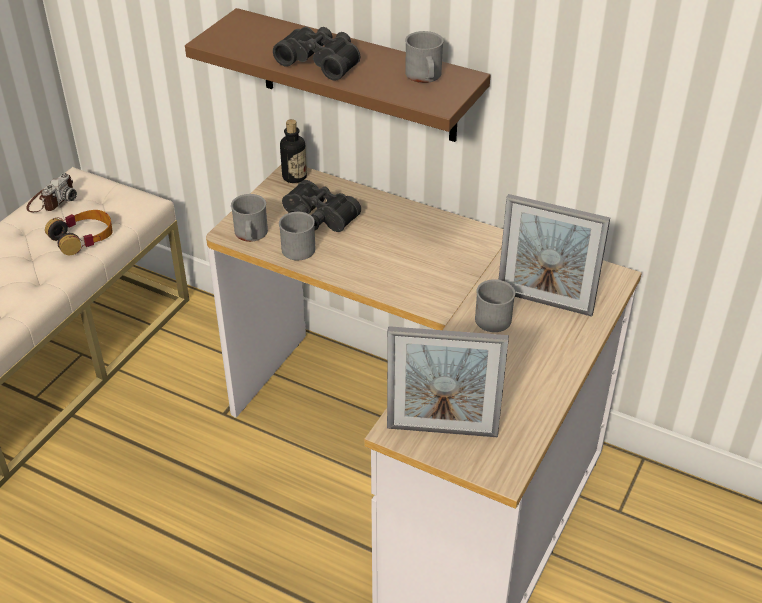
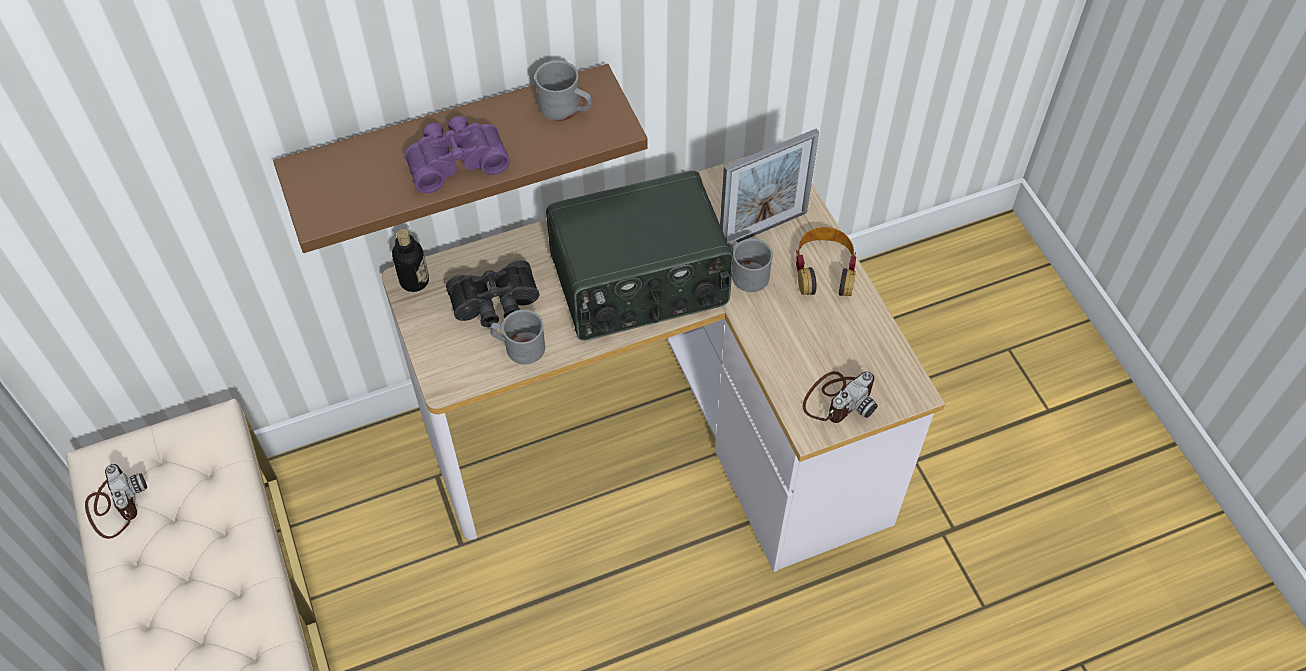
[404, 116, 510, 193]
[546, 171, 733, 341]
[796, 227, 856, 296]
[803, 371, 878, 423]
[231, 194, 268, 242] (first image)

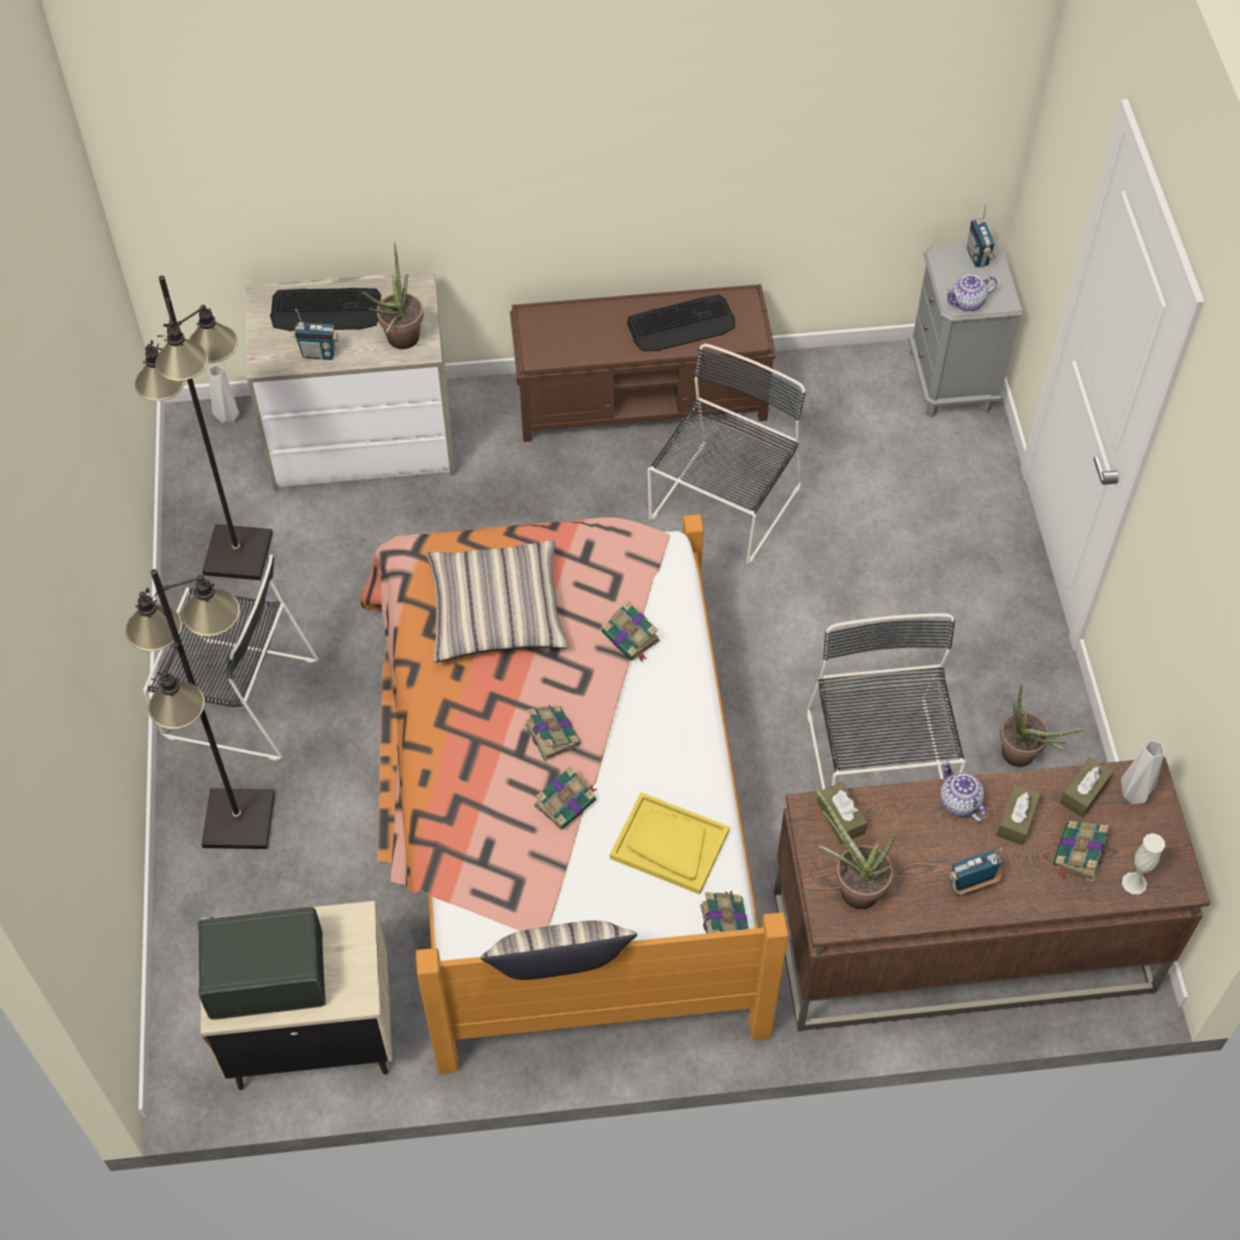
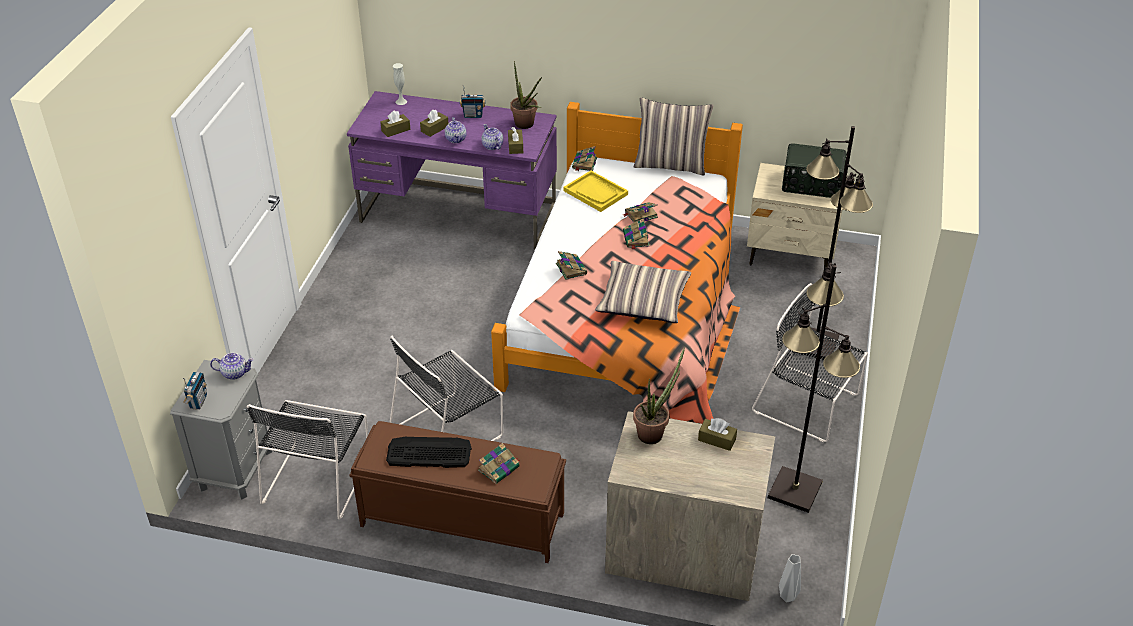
[247, 400, 368, 520]
[347, 91, 557, 249]
[478, 443, 520, 484]
[481, 124, 503, 150]
[698, 418, 737, 451]
[270, 288, 381, 331] (first image)
[1000, 683, 1086, 767] (first image)
[1121, 740, 1164, 804] (first image)

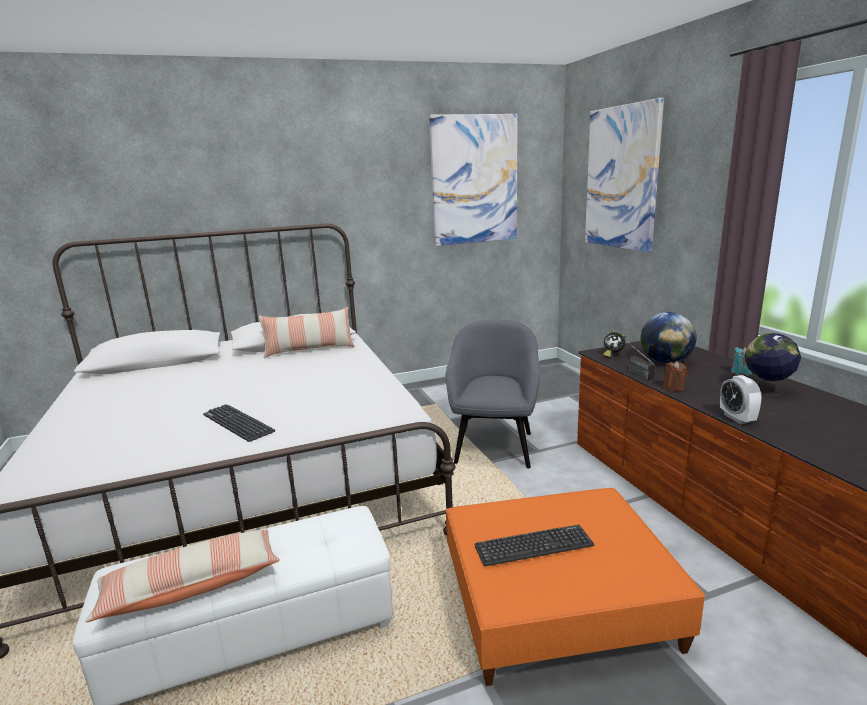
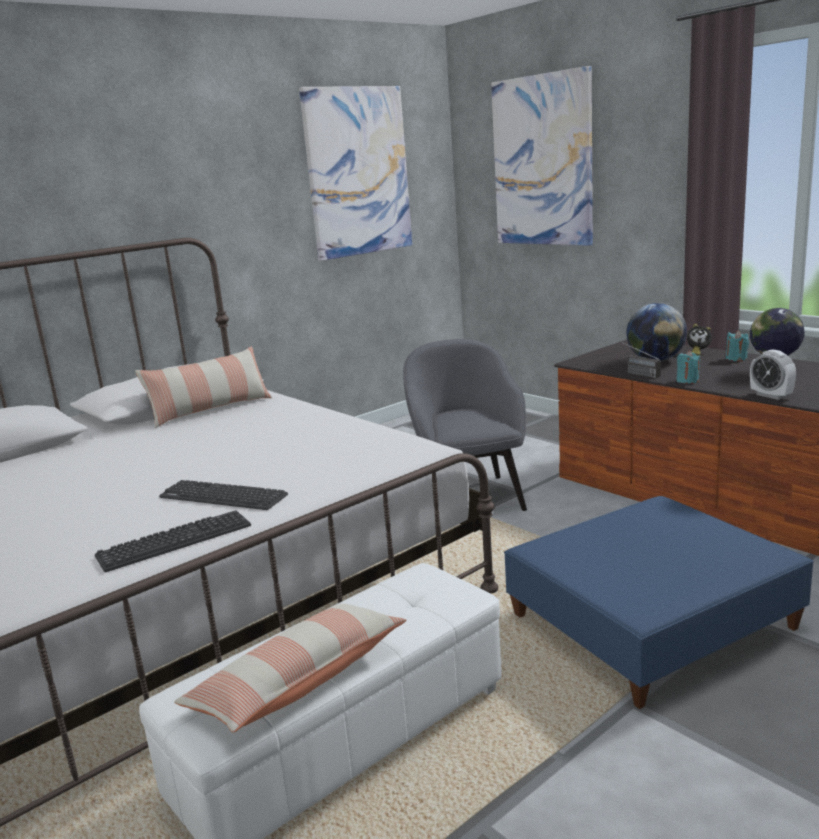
[95, 510, 251, 572]
[504, 496, 814, 709]
[676, 350, 700, 384]
[687, 324, 712, 356]

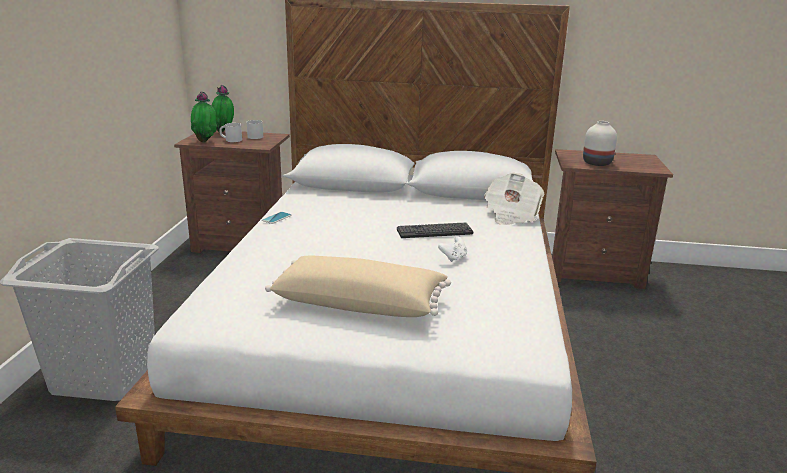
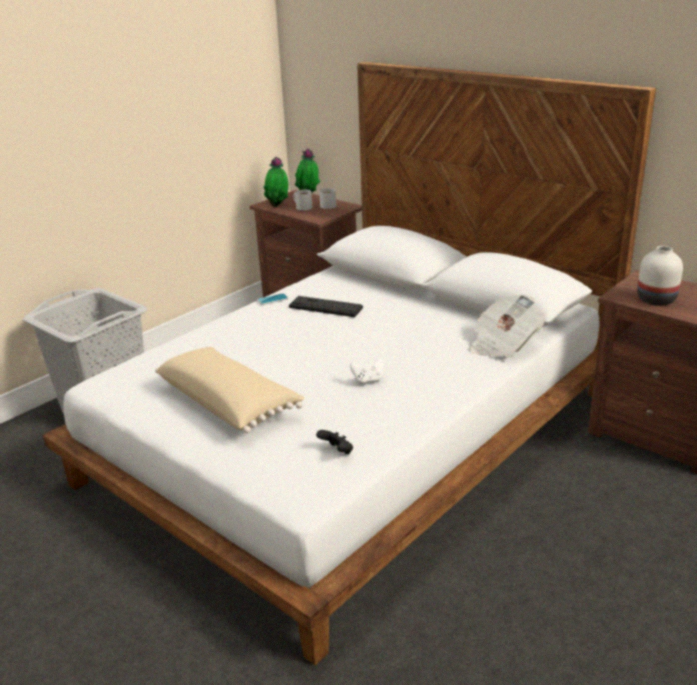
[289, 296, 363, 317]
[316, 430, 353, 454]

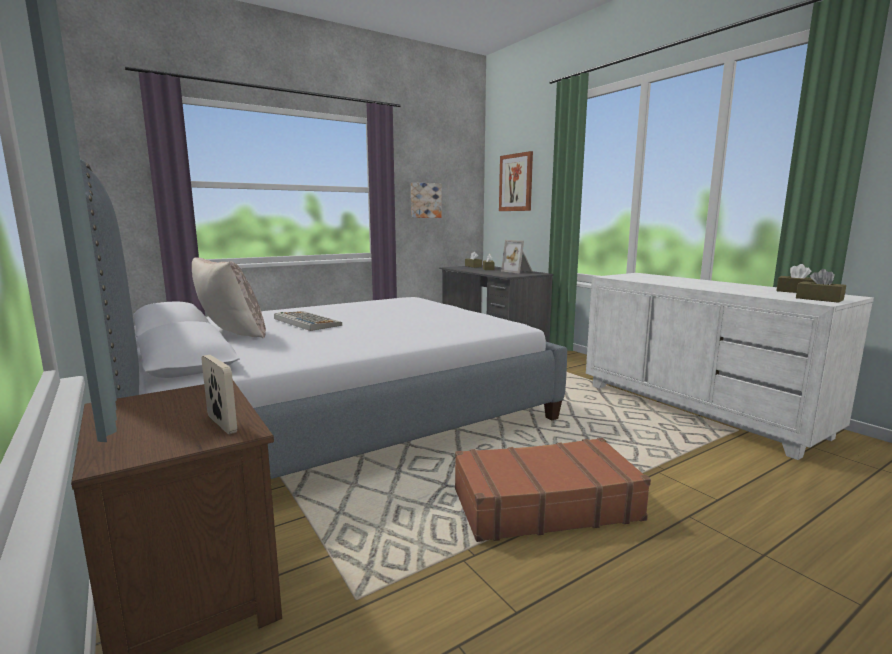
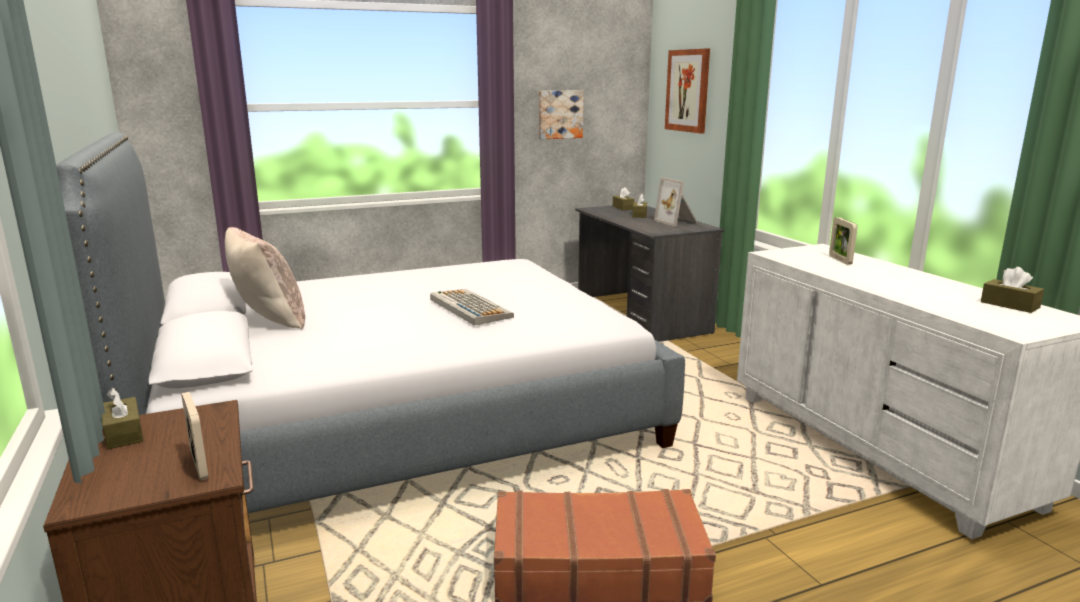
[102, 388, 143, 449]
[430, 289, 514, 326]
[829, 217, 857, 265]

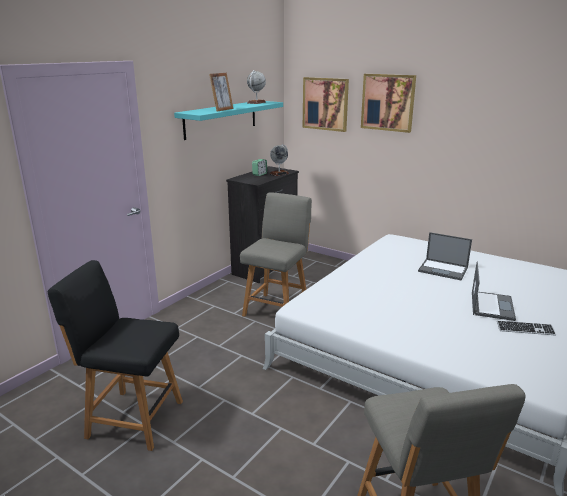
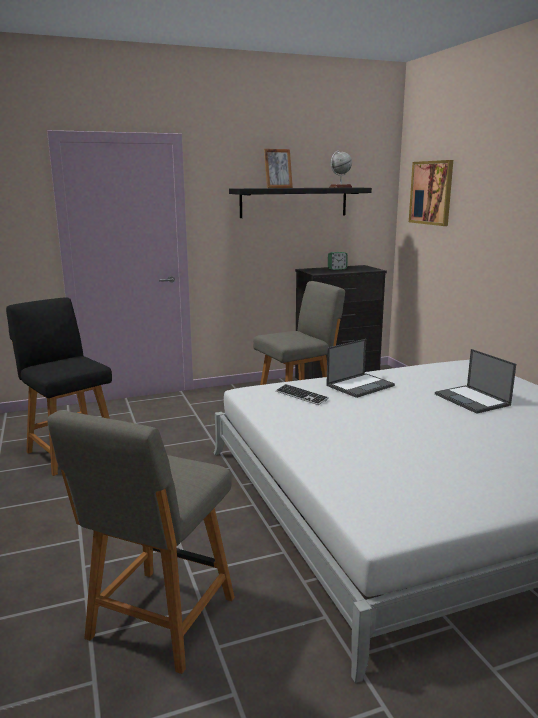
[229, 187, 372, 218]
[276, 384, 329, 405]
[326, 339, 395, 398]
[270, 144, 289, 176] (first image)
[361, 74, 416, 133] (first image)

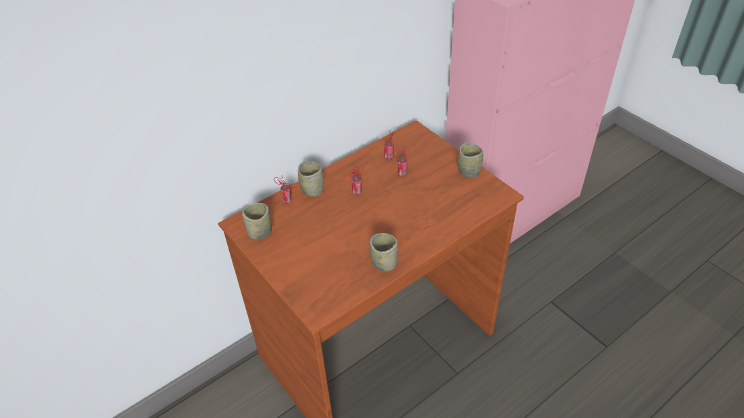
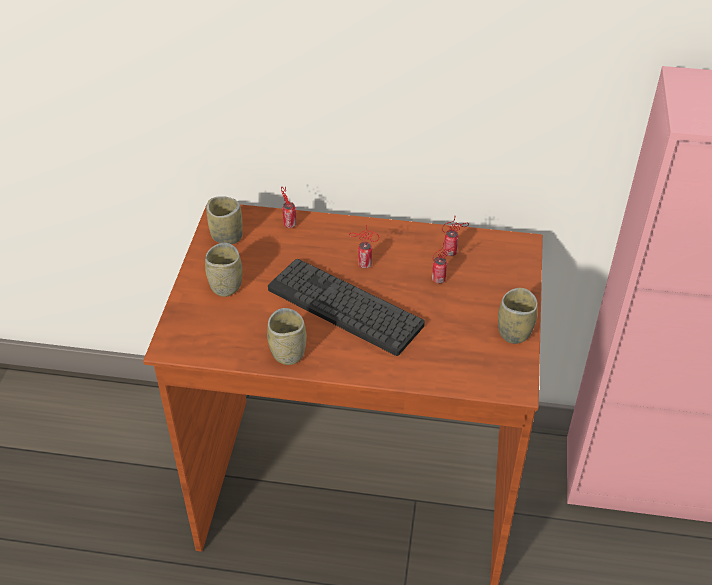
[205, 243, 242, 297]
[268, 259, 425, 356]

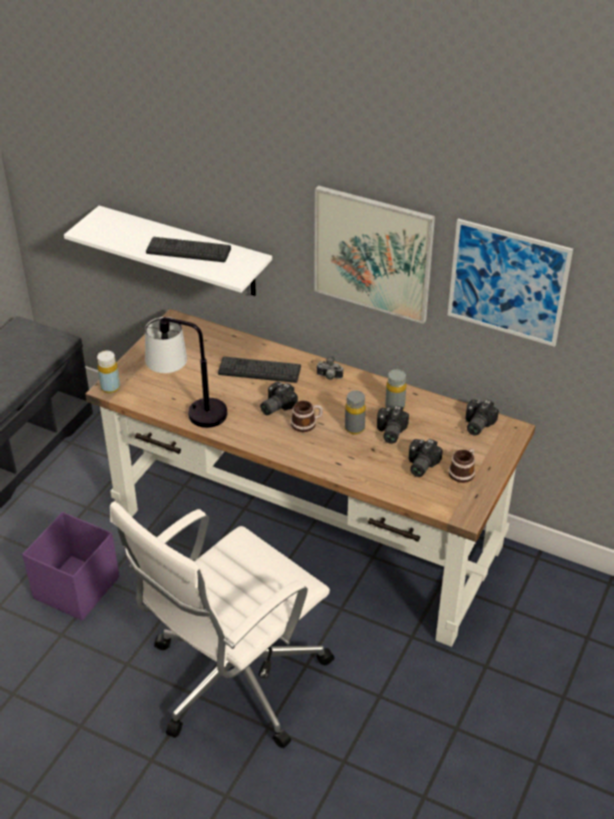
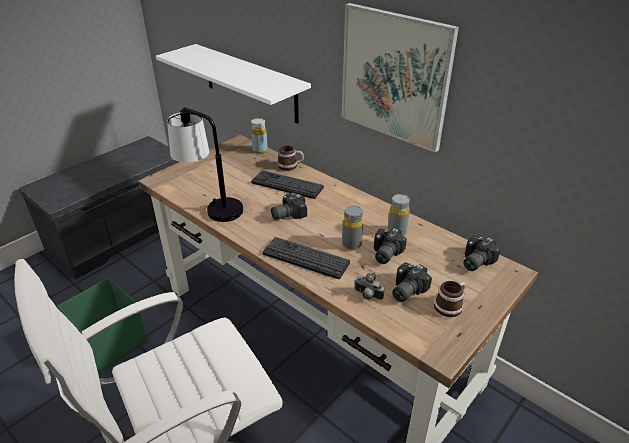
[57, 278, 148, 373]
[251, 118, 268, 154]
[262, 237, 350, 279]
[278, 146, 304, 171]
[355, 273, 384, 300]
[448, 219, 573, 347] (first image)

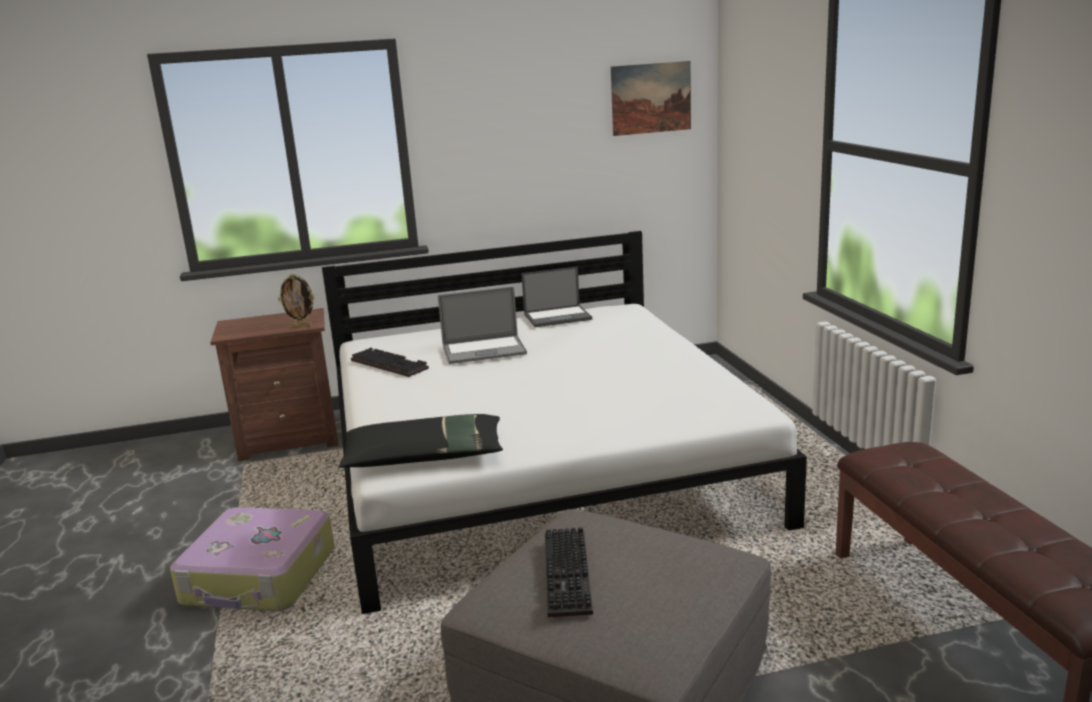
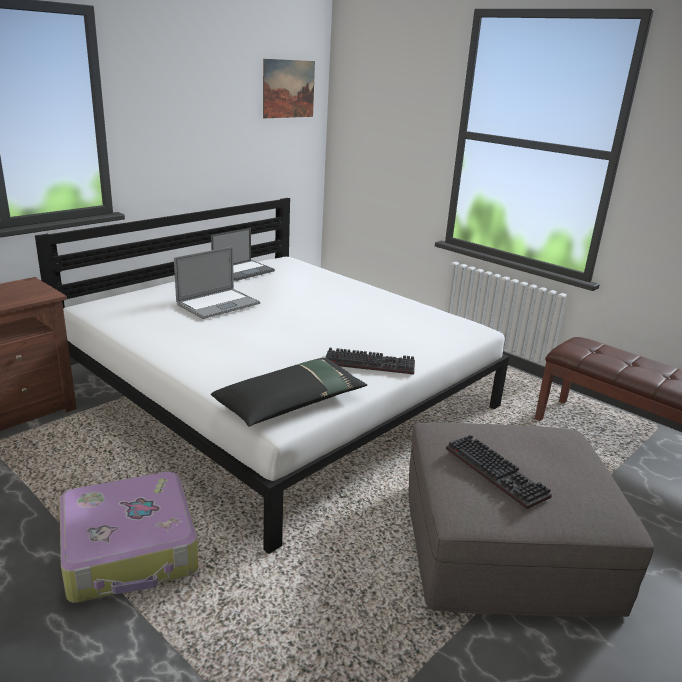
[325, 347, 415, 375]
[278, 274, 315, 328] (first image)

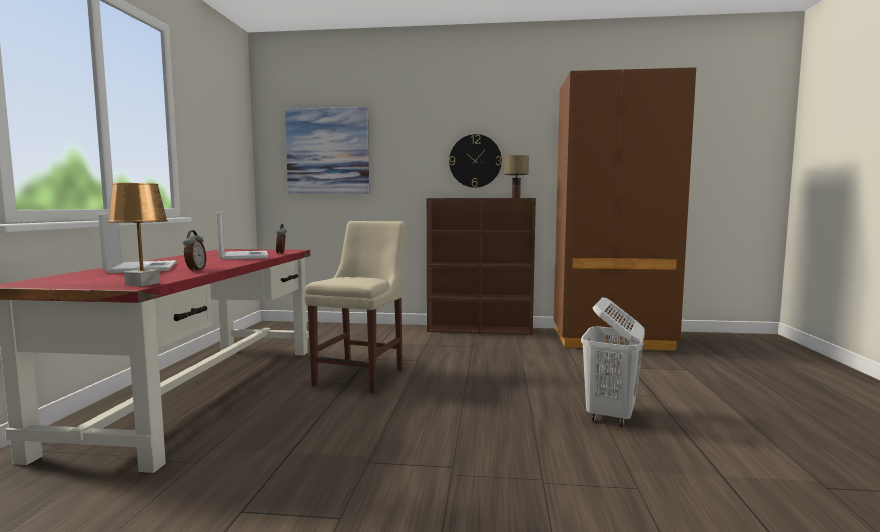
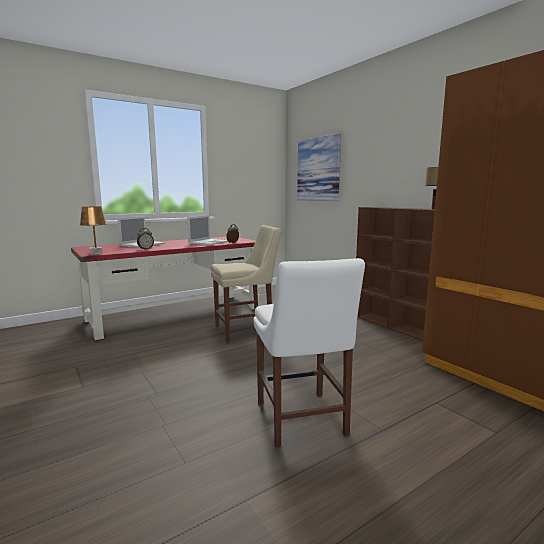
[253, 258, 365, 447]
[449, 134, 502, 188] (first image)

